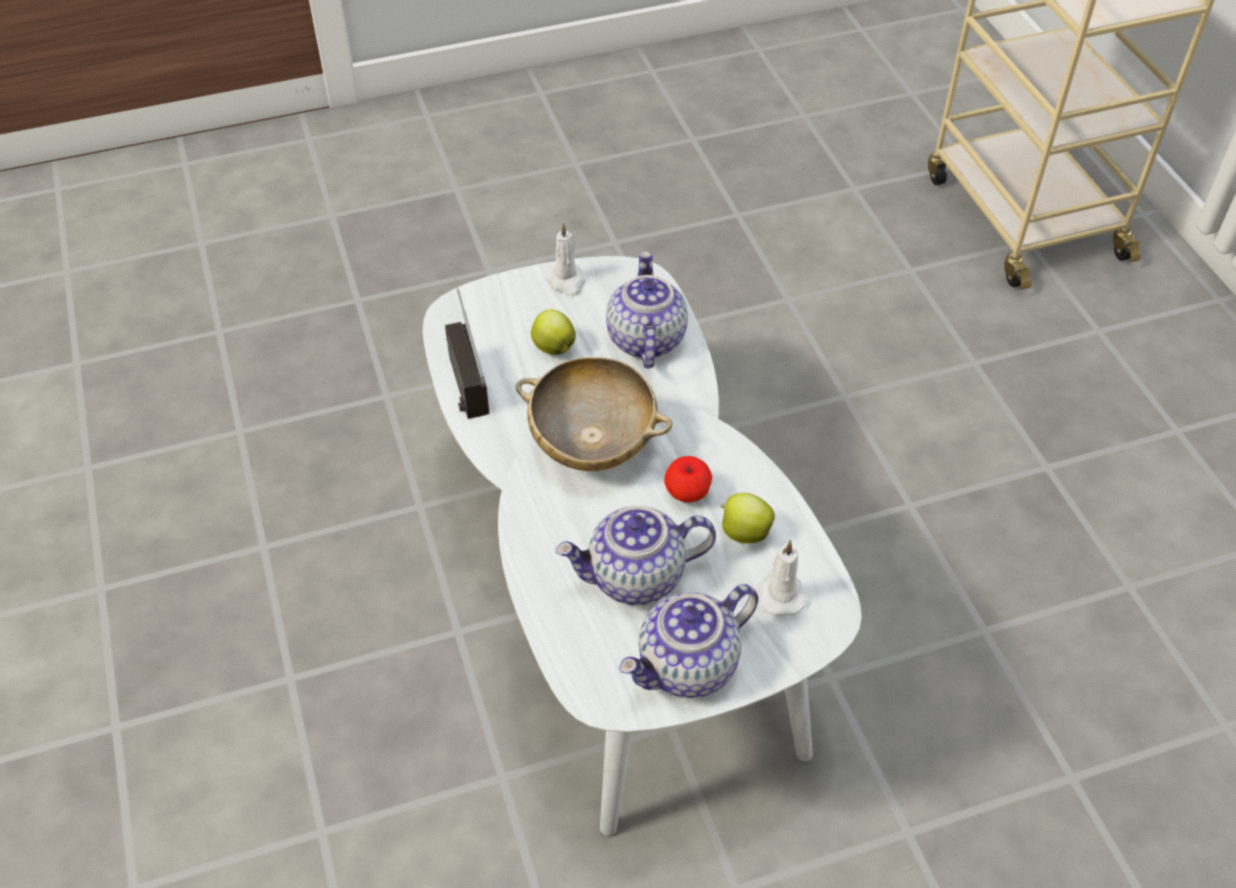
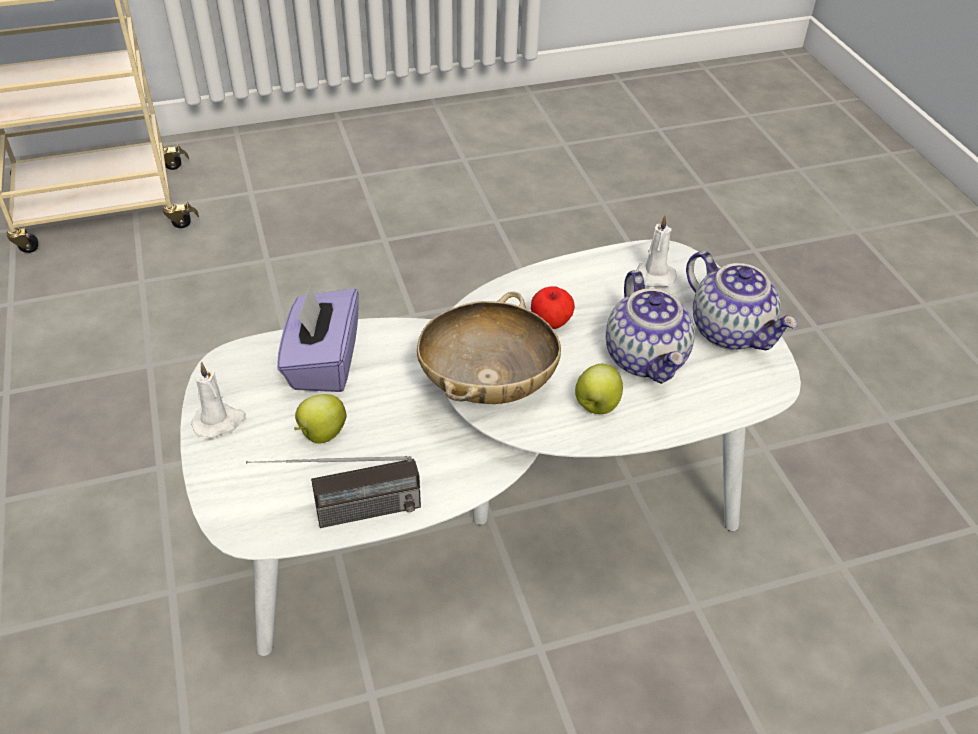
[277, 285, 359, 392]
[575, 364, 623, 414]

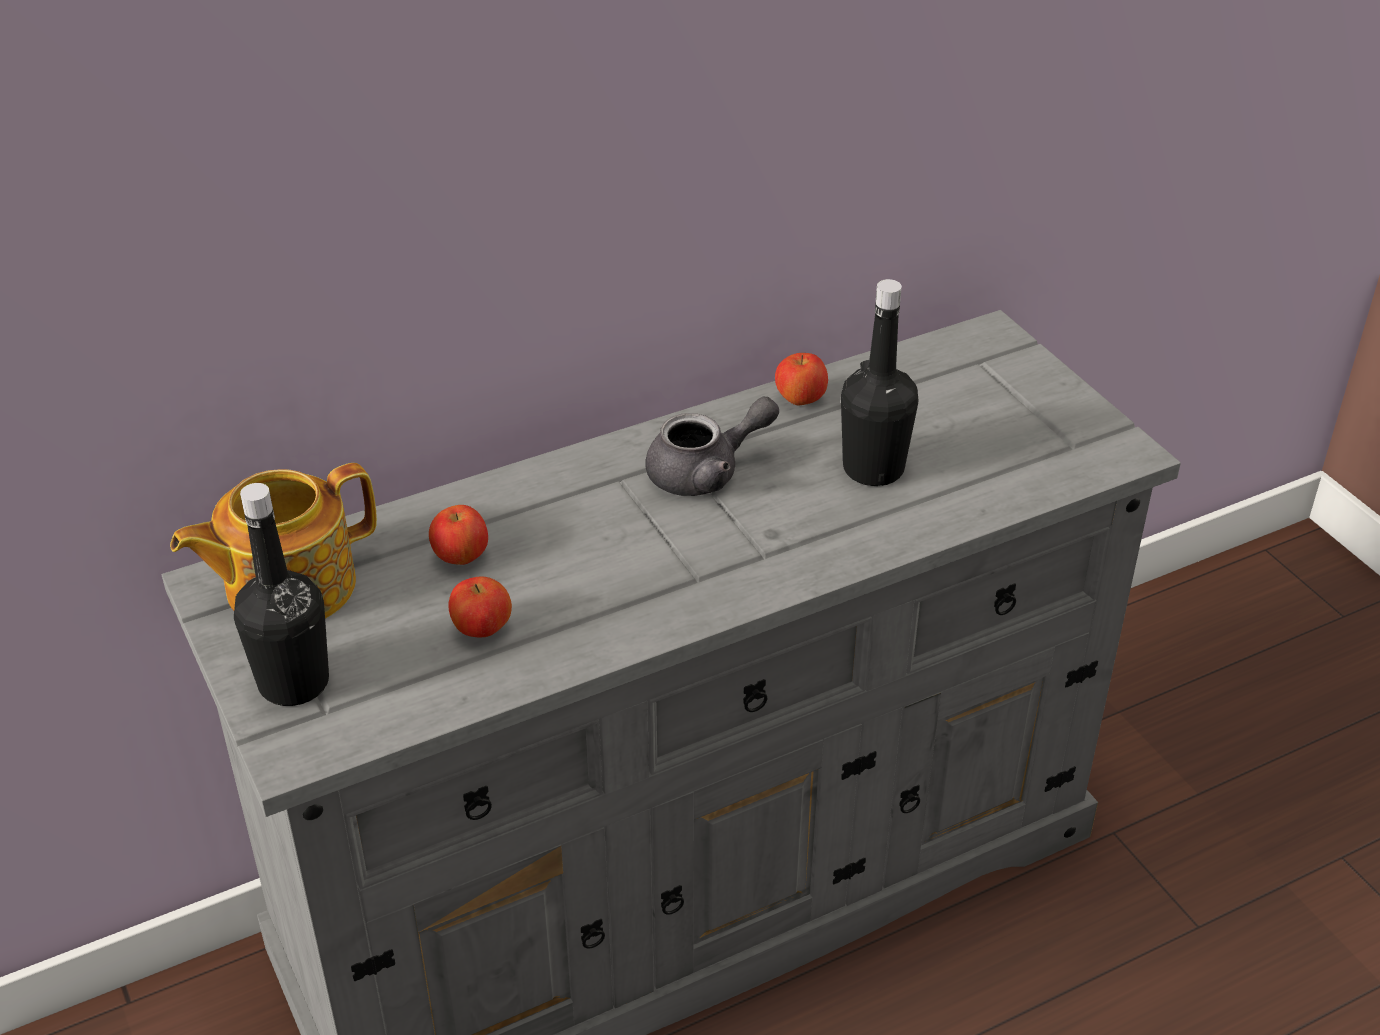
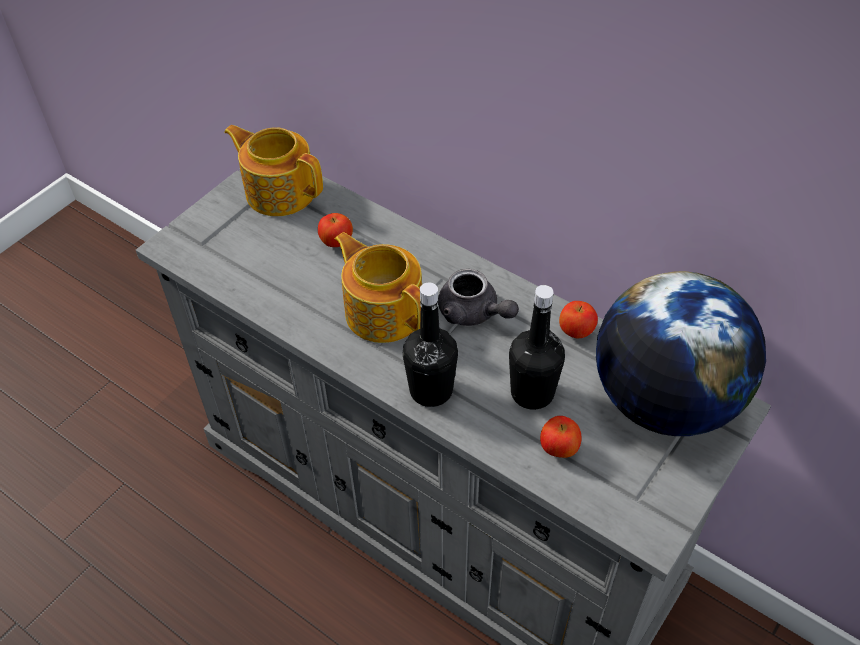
[335, 232, 422, 343]
[403, 282, 458, 407]
[540, 416, 582, 458]
[596, 271, 766, 436]

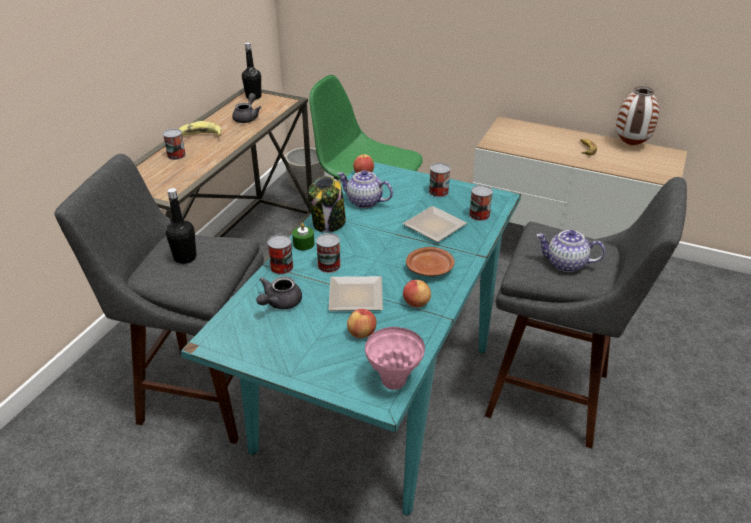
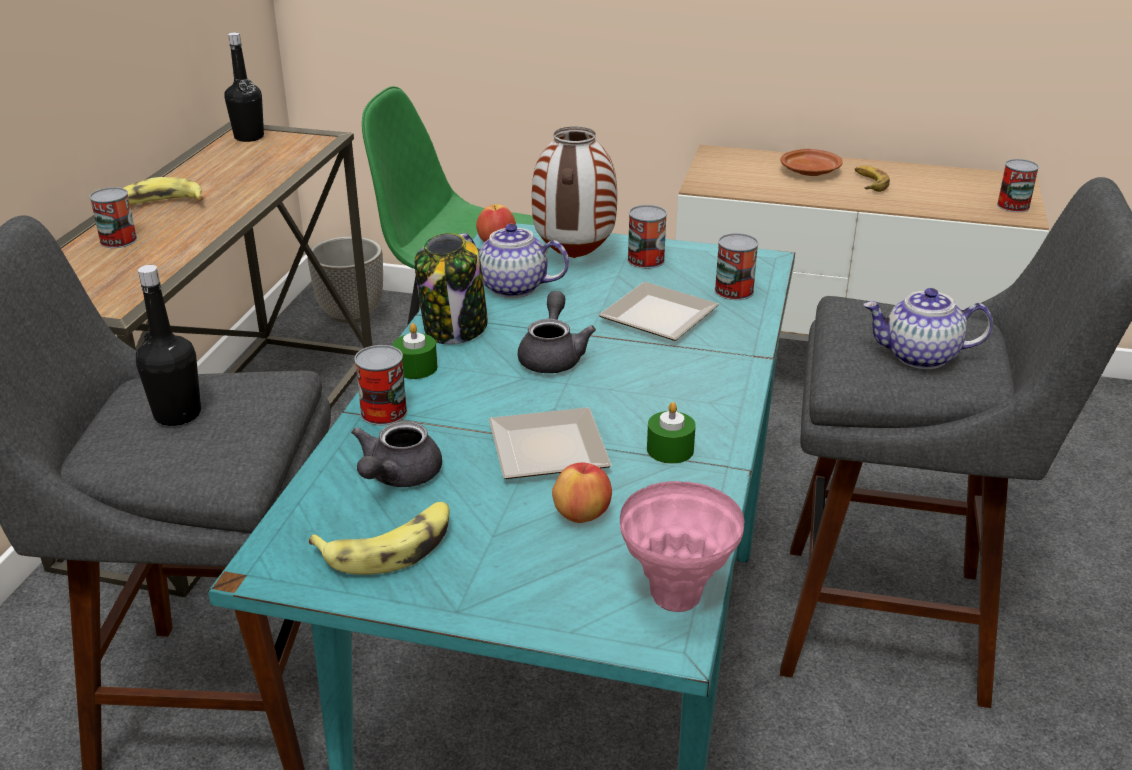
[309, 502, 450, 575]
[518, 291, 596, 373]
[532, 127, 617, 258]
[647, 402, 696, 464]
[780, 149, 843, 176]
[997, 159, 1039, 212]

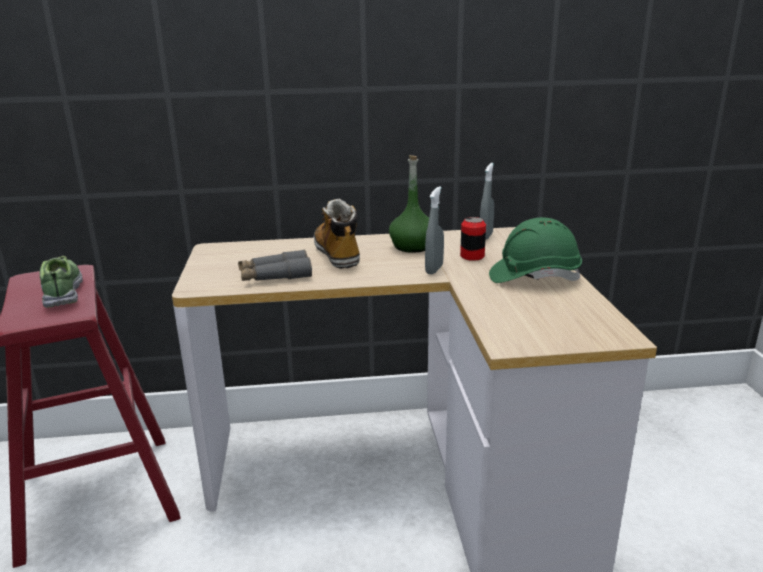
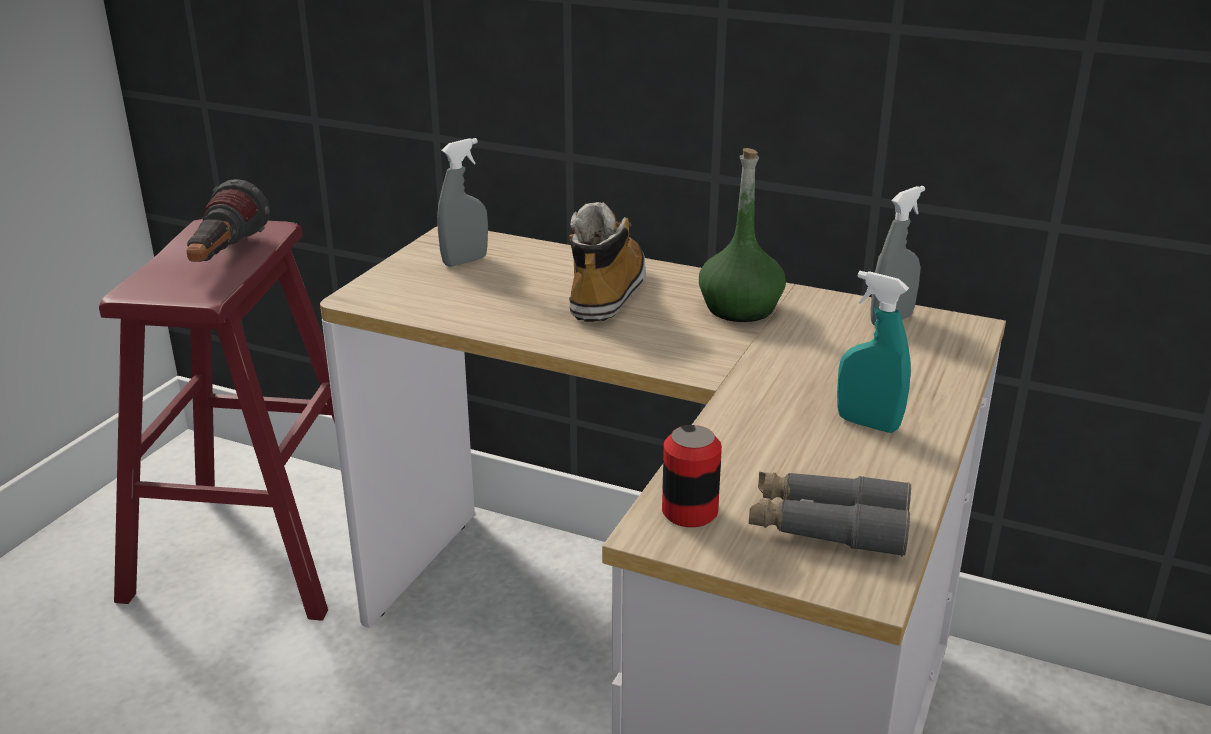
[187, 179, 270, 262]
[437, 138, 488, 267]
[662, 425, 722, 527]
[749, 472, 911, 557]
[837, 271, 911, 433]

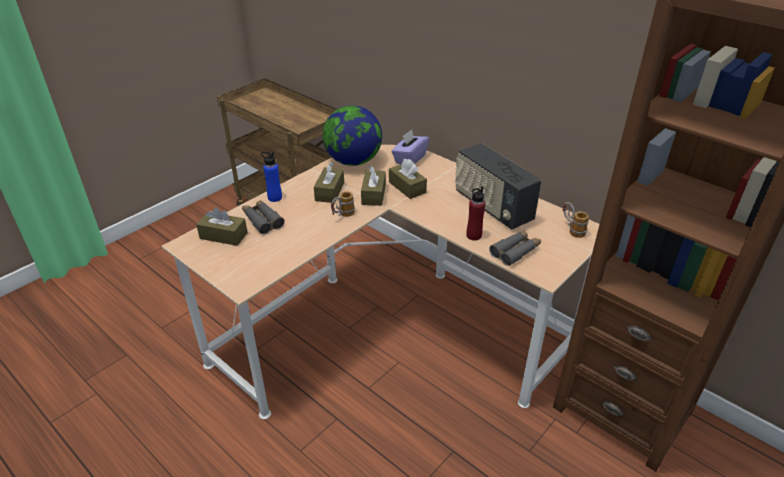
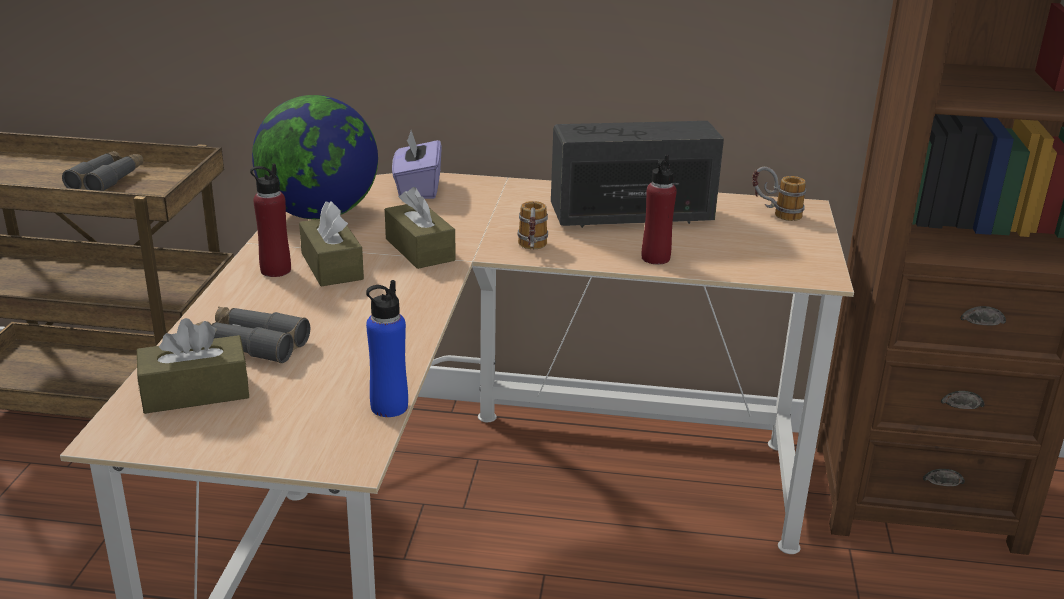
[62, 151, 143, 191]
[250, 164, 291, 277]
[366, 280, 408, 417]
[518, 201, 548, 249]
[551, 121, 724, 228]
[389, 159, 427, 199] (first image)

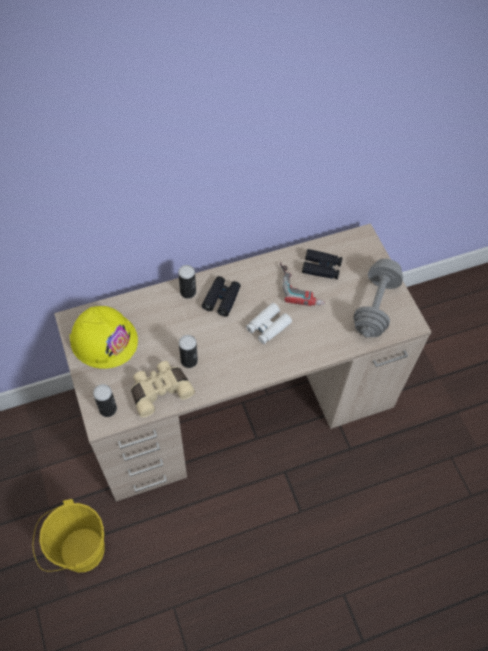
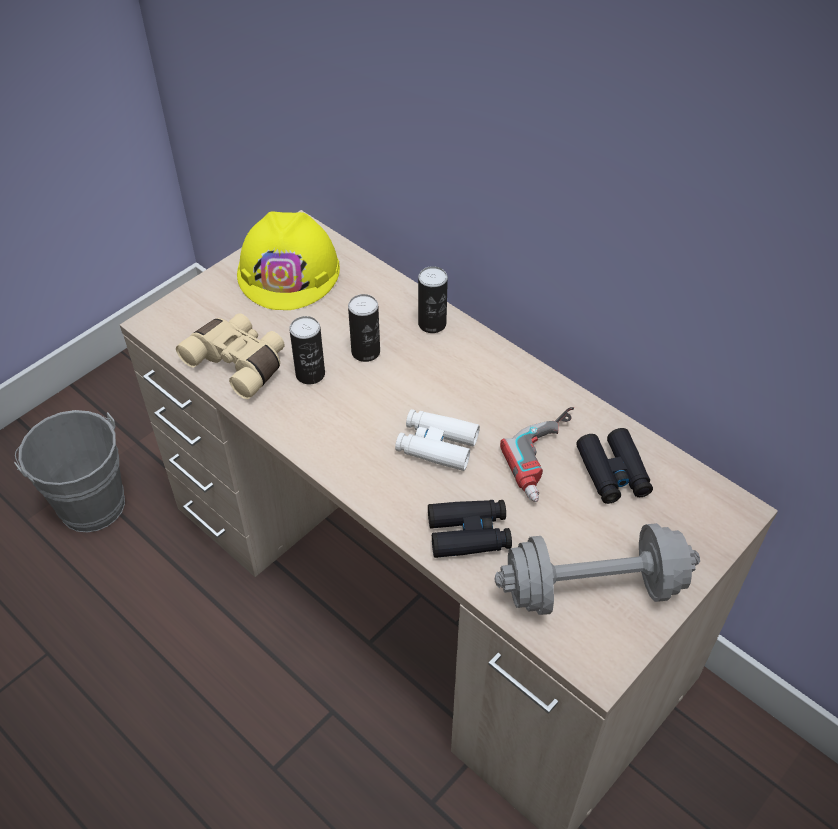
[14, 410, 125, 533]
[348, 294, 380, 362]
[428, 500, 512, 558]

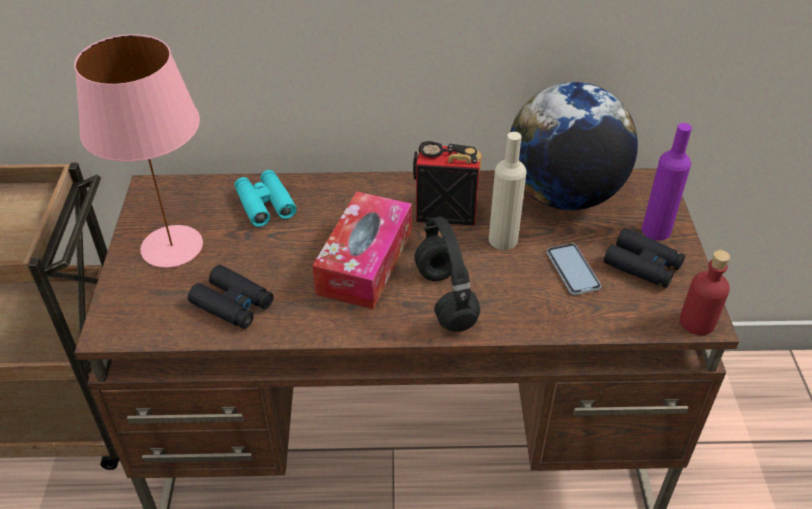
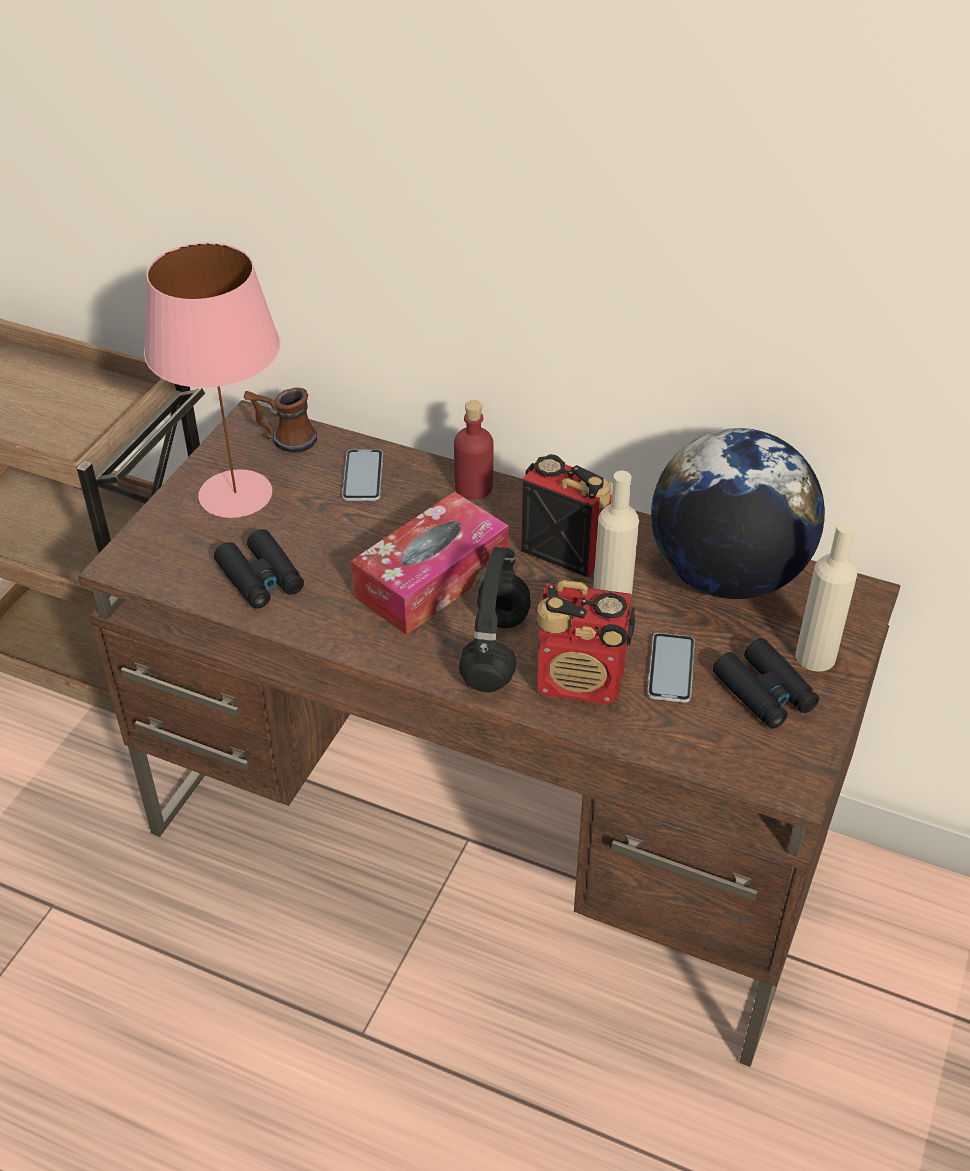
[244, 387, 317, 452]
[342, 449, 383, 501]
[454, 400, 493, 499]
[537, 580, 635, 705]
[796, 521, 857, 672]

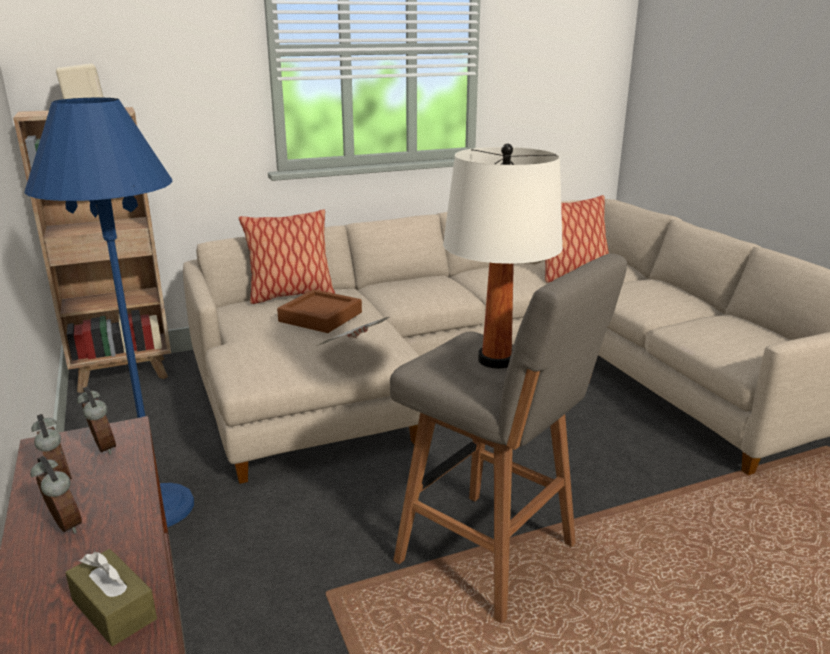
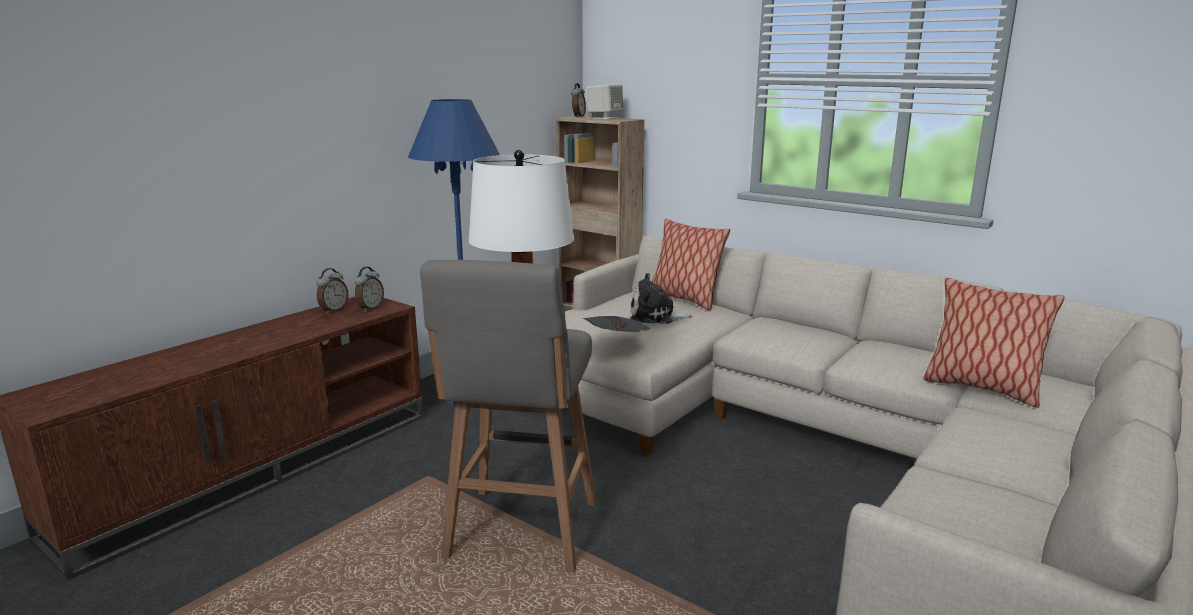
[571, 83, 586, 117]
[631, 273, 693, 324]
[65, 549, 157, 646] (first image)

